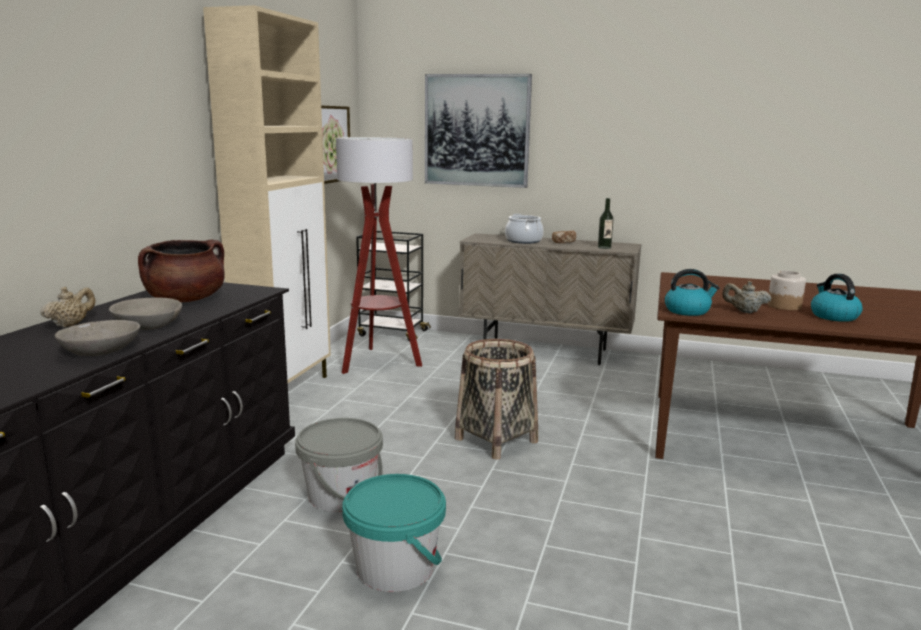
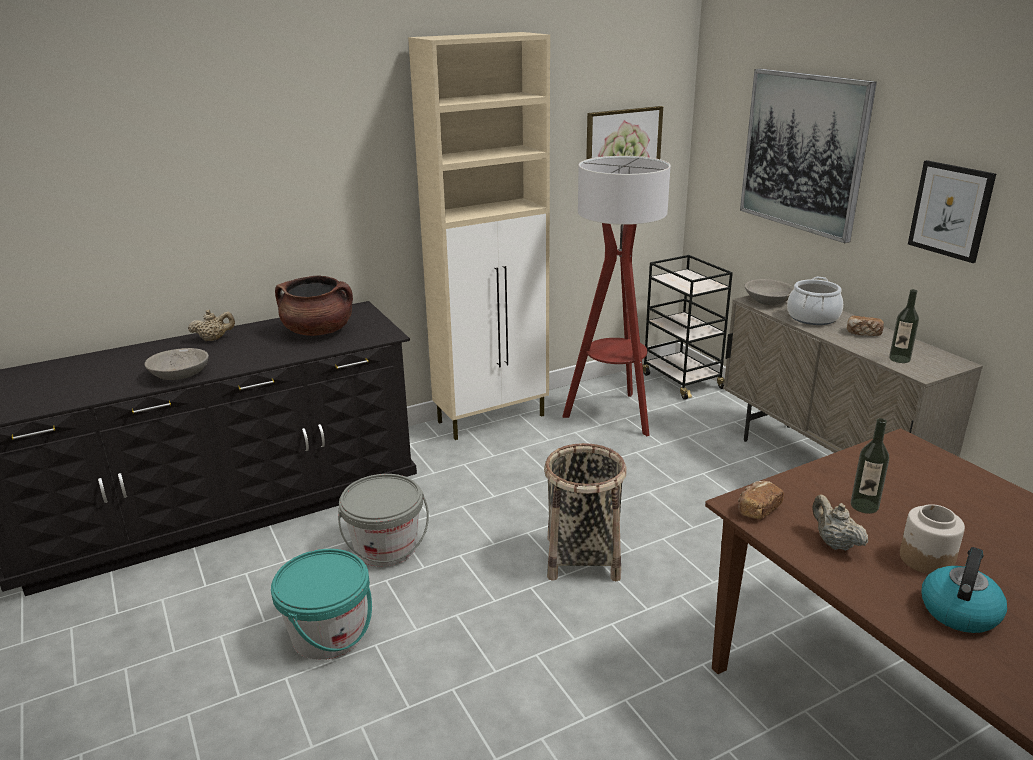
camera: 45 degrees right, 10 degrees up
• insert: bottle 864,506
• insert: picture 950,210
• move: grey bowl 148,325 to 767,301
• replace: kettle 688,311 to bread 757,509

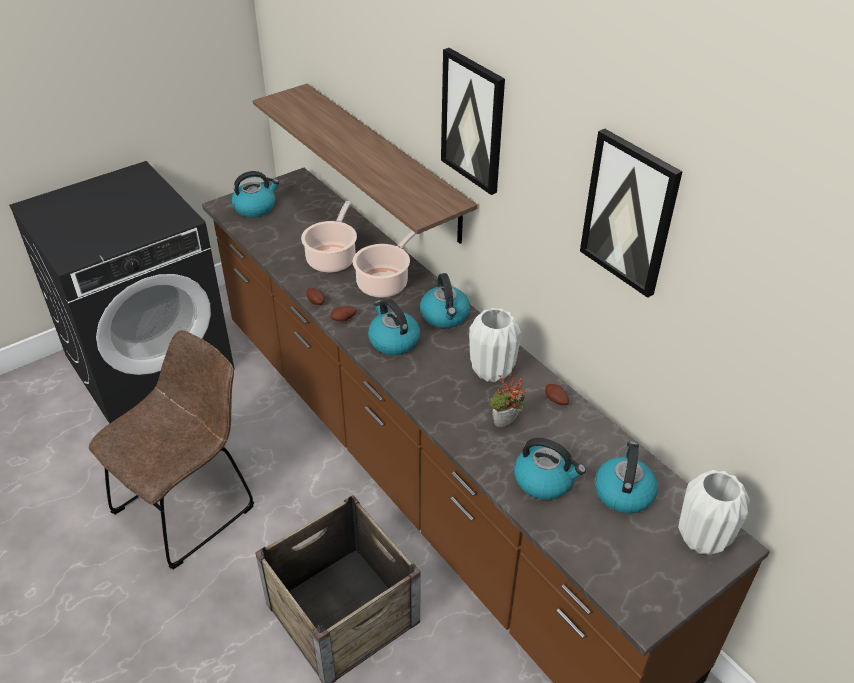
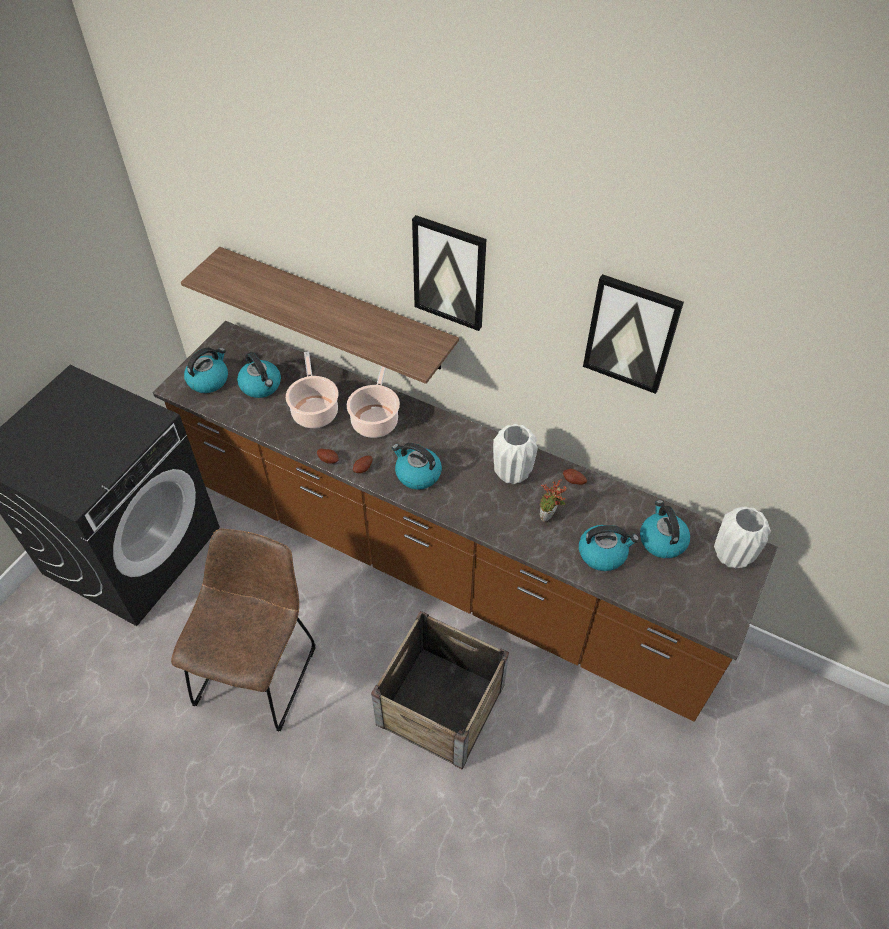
camera: 25 degrees left, 10 degrees up
• move: kettle 445,316 to 261,386

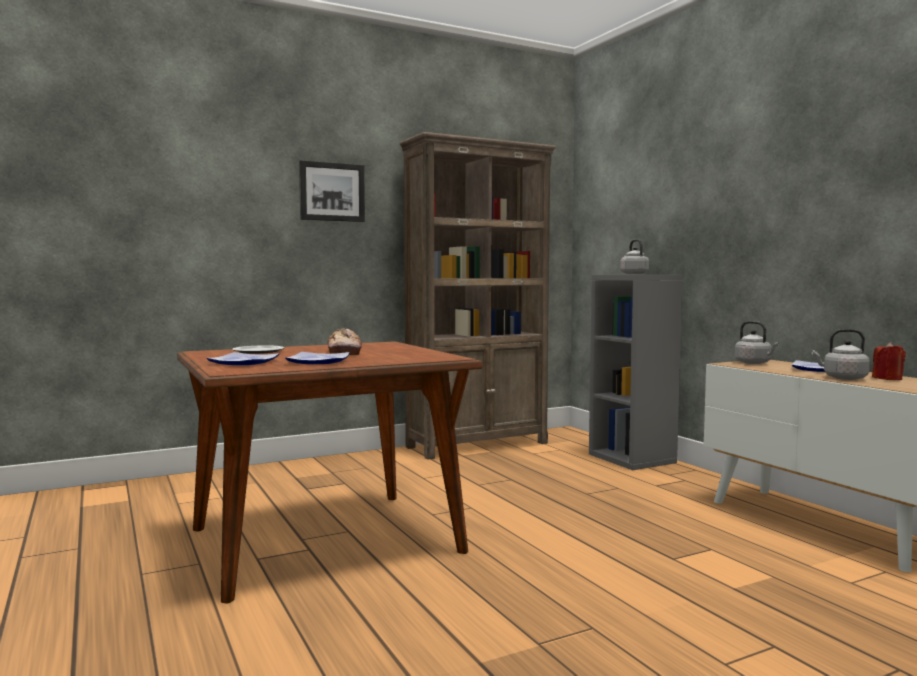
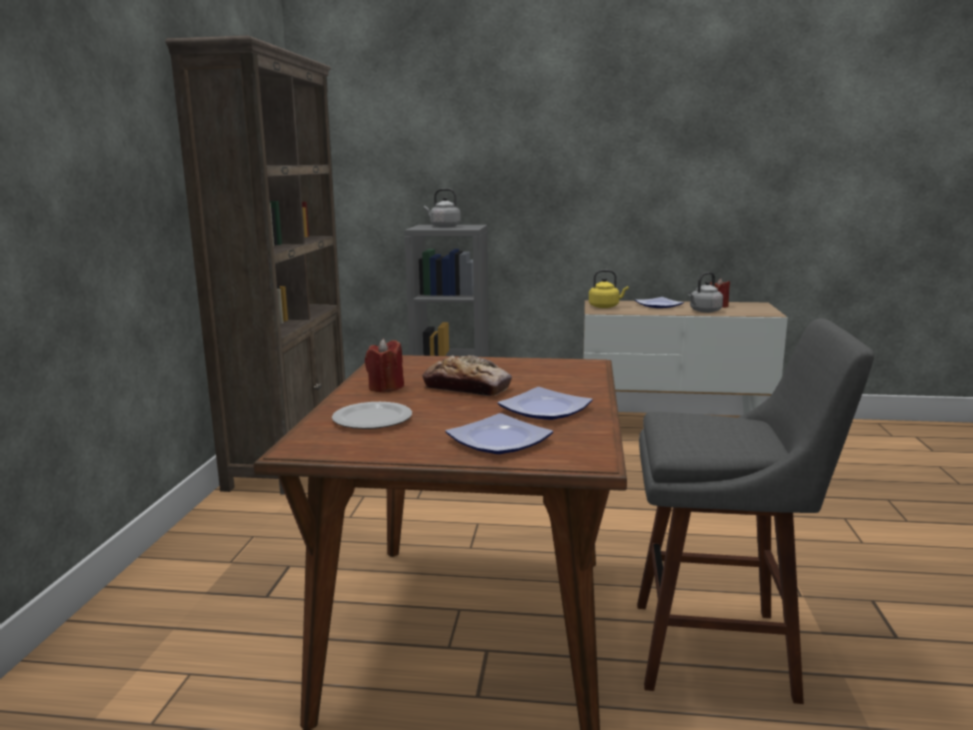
camera: 55 degrees left, 10 degrees up
• delete: picture 331,192
• insert: red candle 385,388
• insert: grey stool 723,650
• recolor: grey kettle 754,363 to yellow kettle 605,307

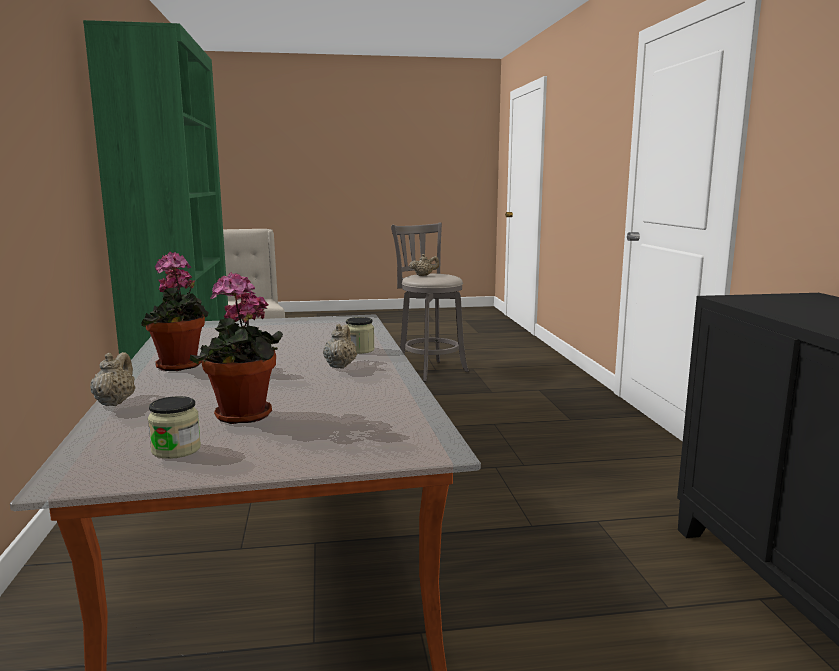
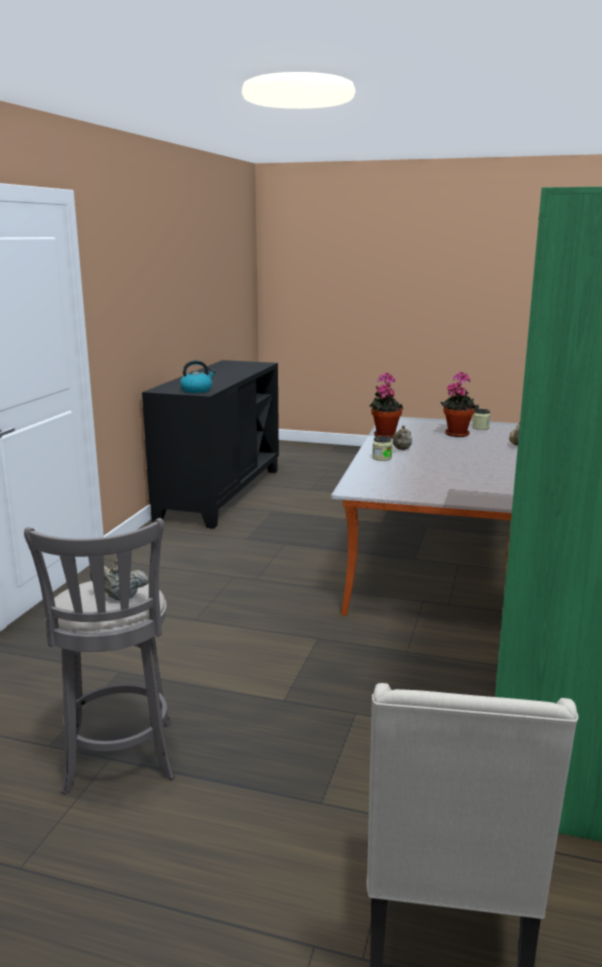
camera: 155 degrees left, 5 degrees up
• insert: kettle 197,390
• move: potted plant 180,366 to 384,435

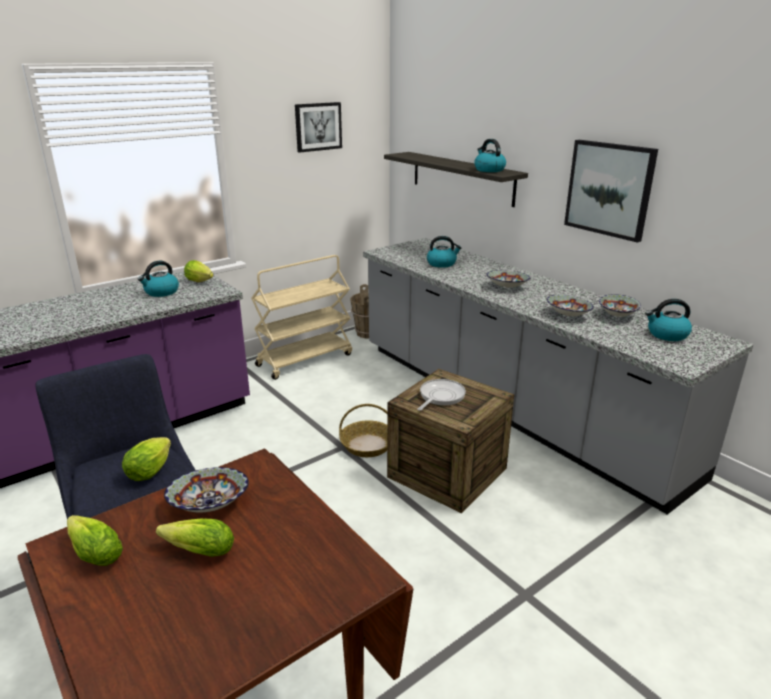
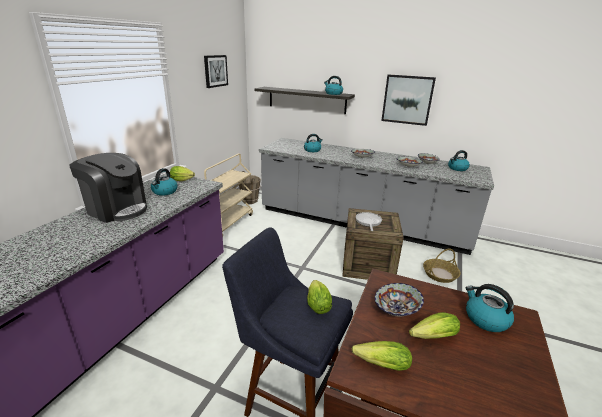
camera: 30 degrees left, 0 degrees up
• insert: coffee machine 117,209
• insert: kettle 485,319
• move: basket 368,445 to 440,274

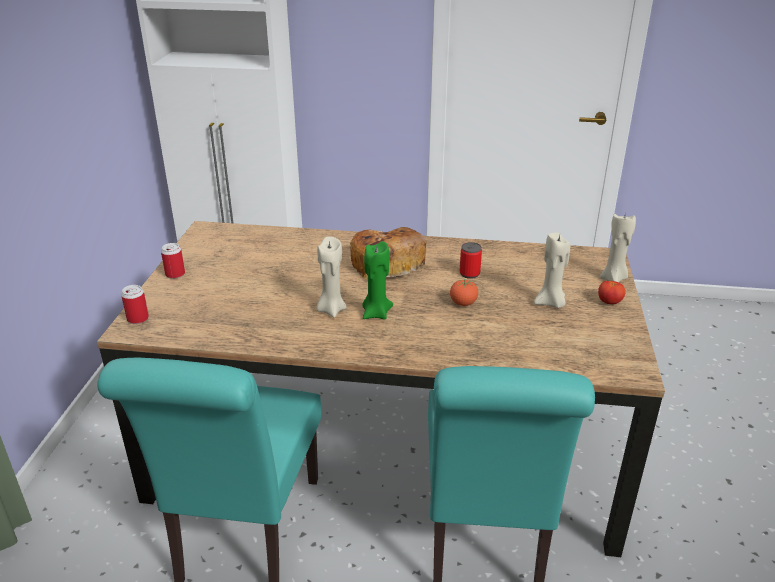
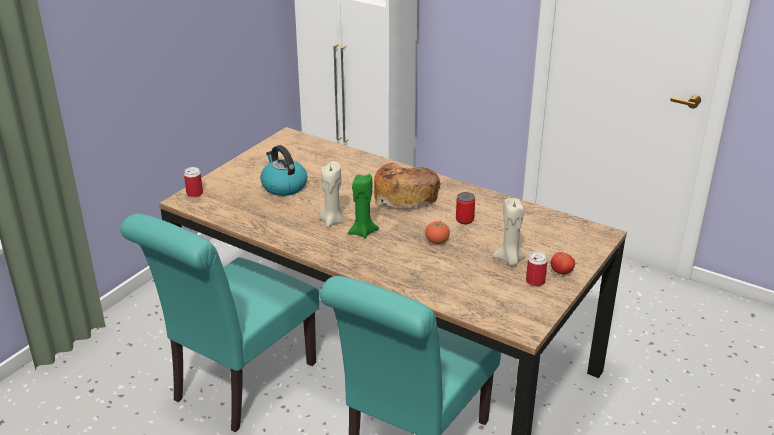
camera: 25 degrees right, 0 degrees up
• delete: beige candle 614,279
• insert: kettle 283,186
• move: can 175,274 to 535,281

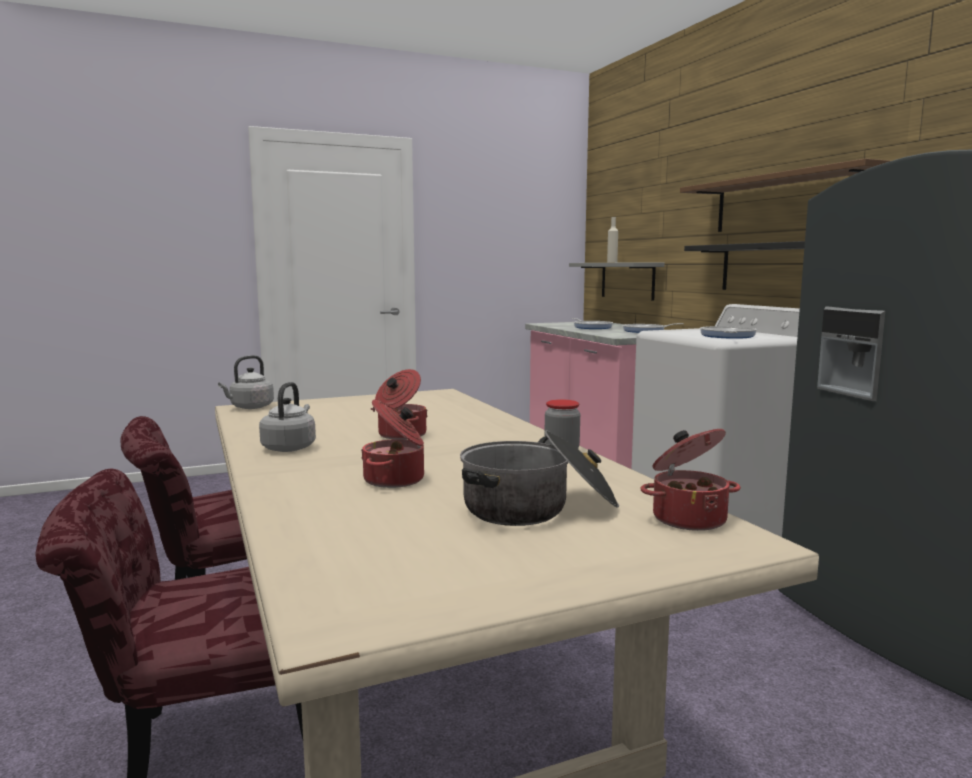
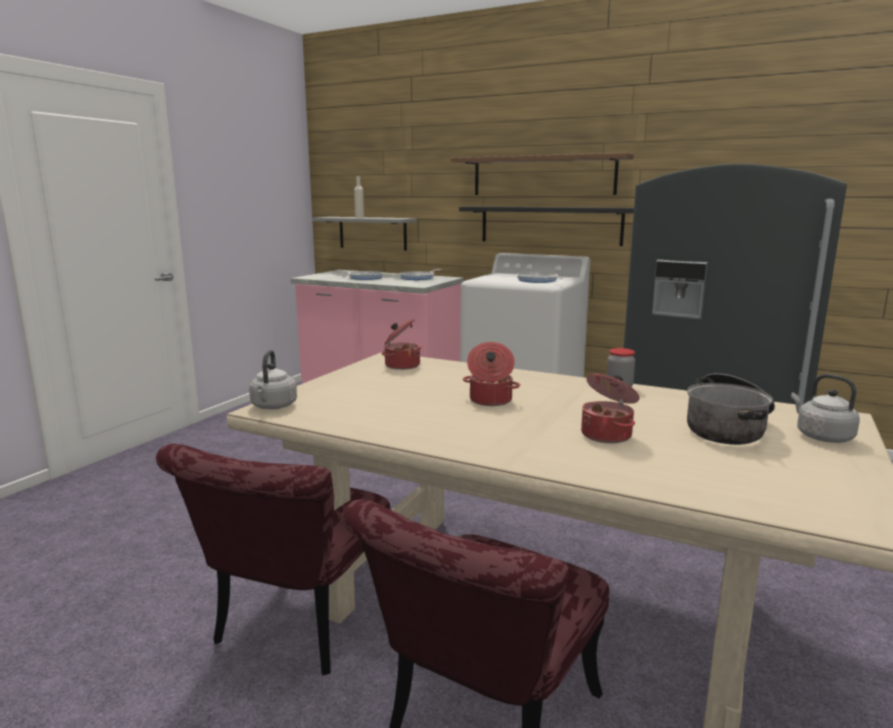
camera: 40 degrees left, 5 degrees up
• move: grey kettle 290,447 to 821,436
• move: cooking pot 688,518 to 401,365

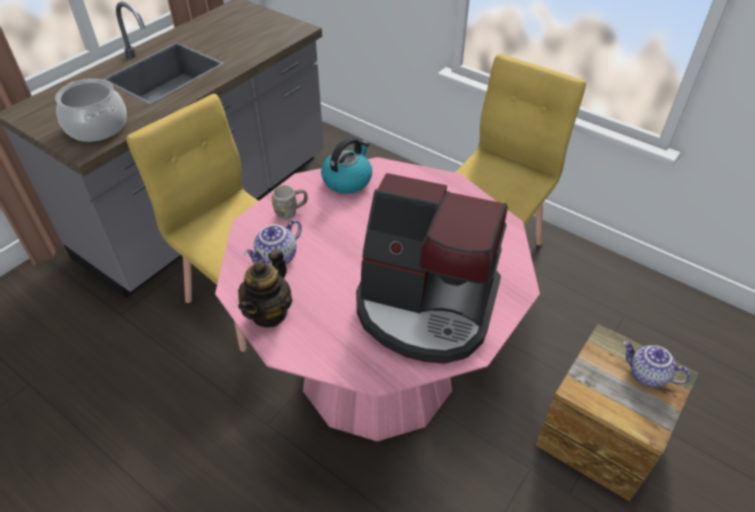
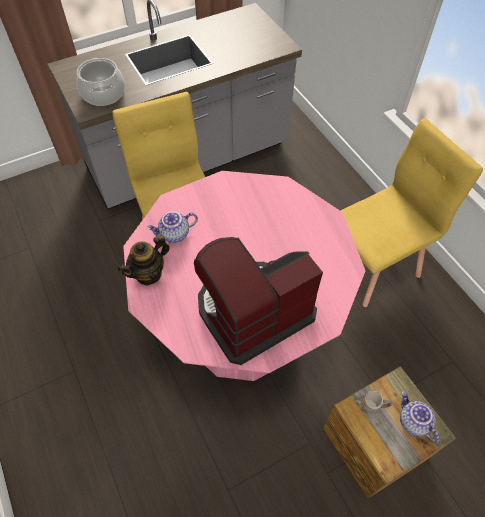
camera: 25 degrees right, 10 degrees up
• delete: kettle 347,180
• move: grey mug 291,211 to 373,407
• rotate: coffee machine 426,307 = 252,311 105 degrees clockwise

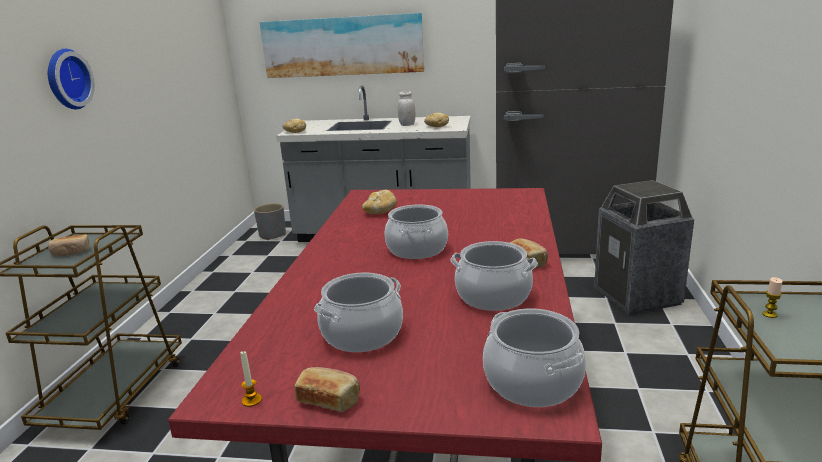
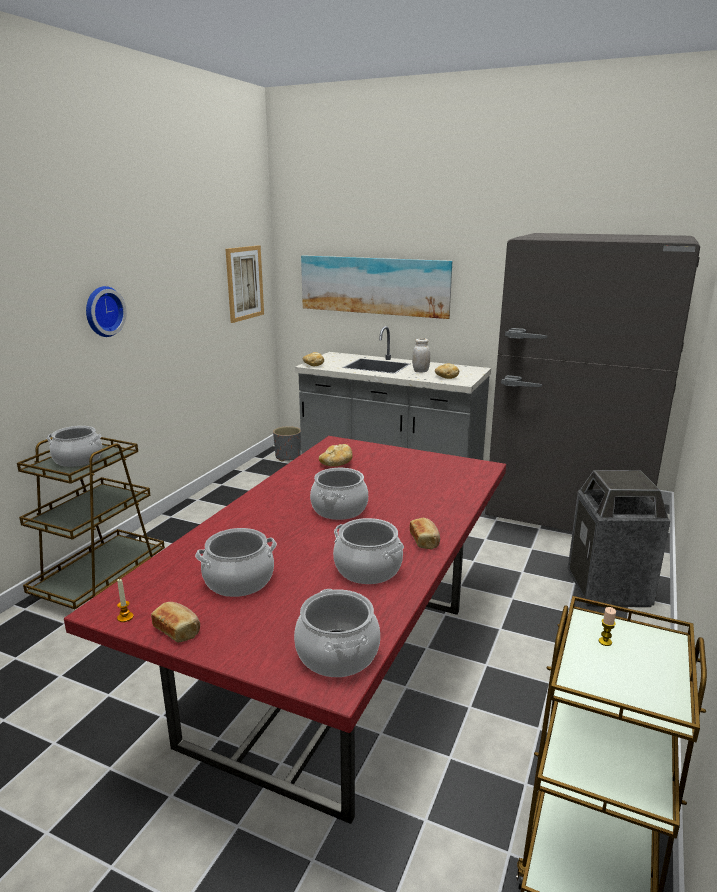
camera: 15 degrees right, 0 degrees up
• insert: picture 244,283
• replace: bread 71,252 to cooking pot 78,460

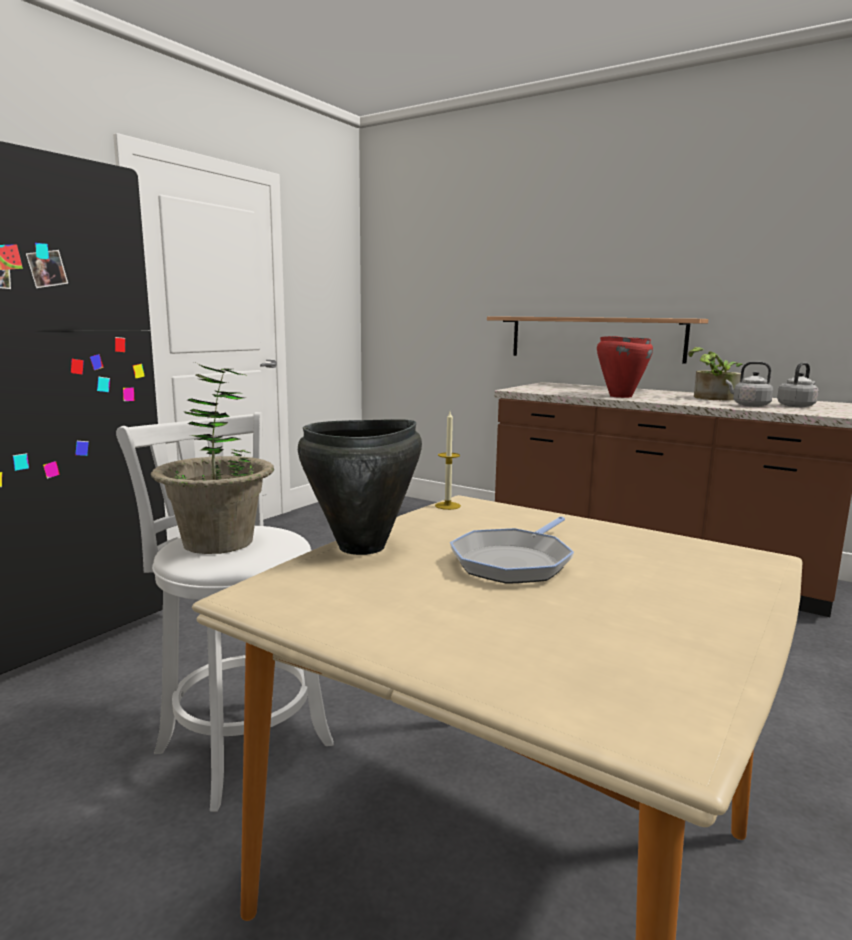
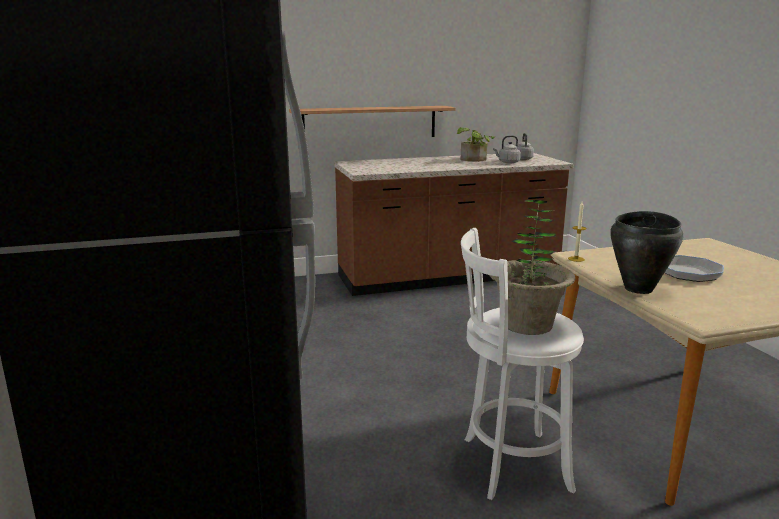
camera: 50 degrees left, 5 degrees up
• delete: red cooking pot 620,396

